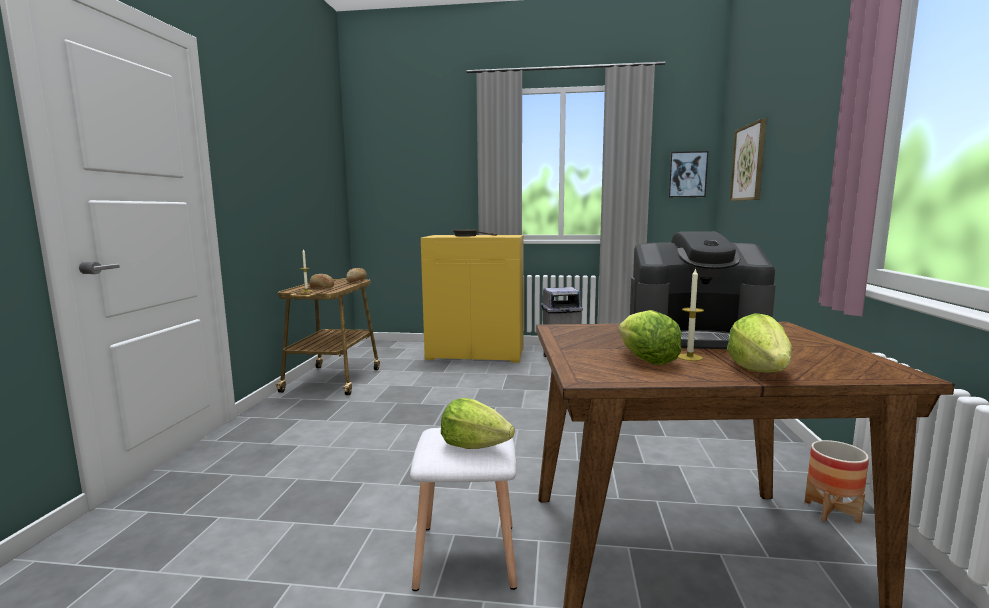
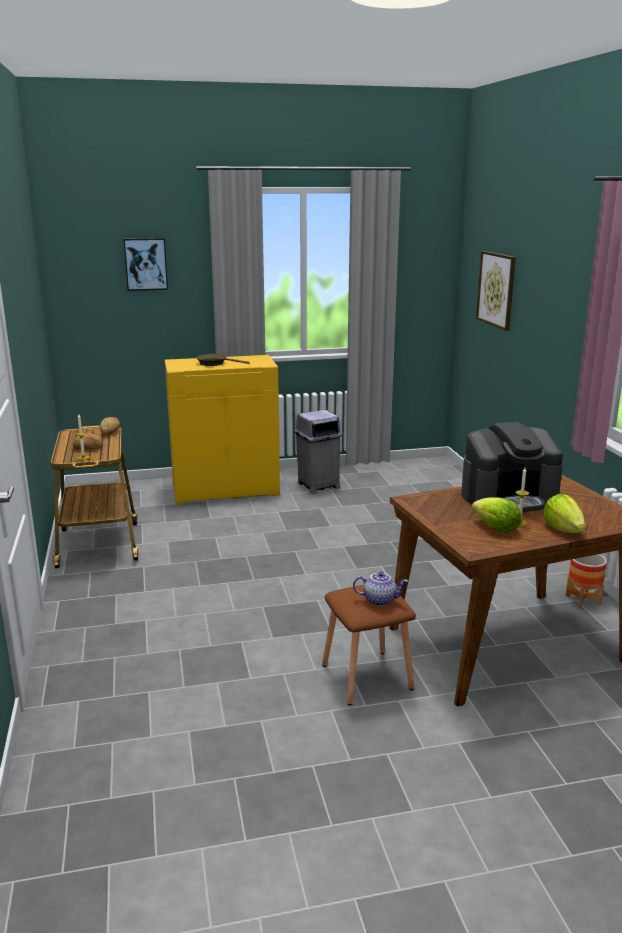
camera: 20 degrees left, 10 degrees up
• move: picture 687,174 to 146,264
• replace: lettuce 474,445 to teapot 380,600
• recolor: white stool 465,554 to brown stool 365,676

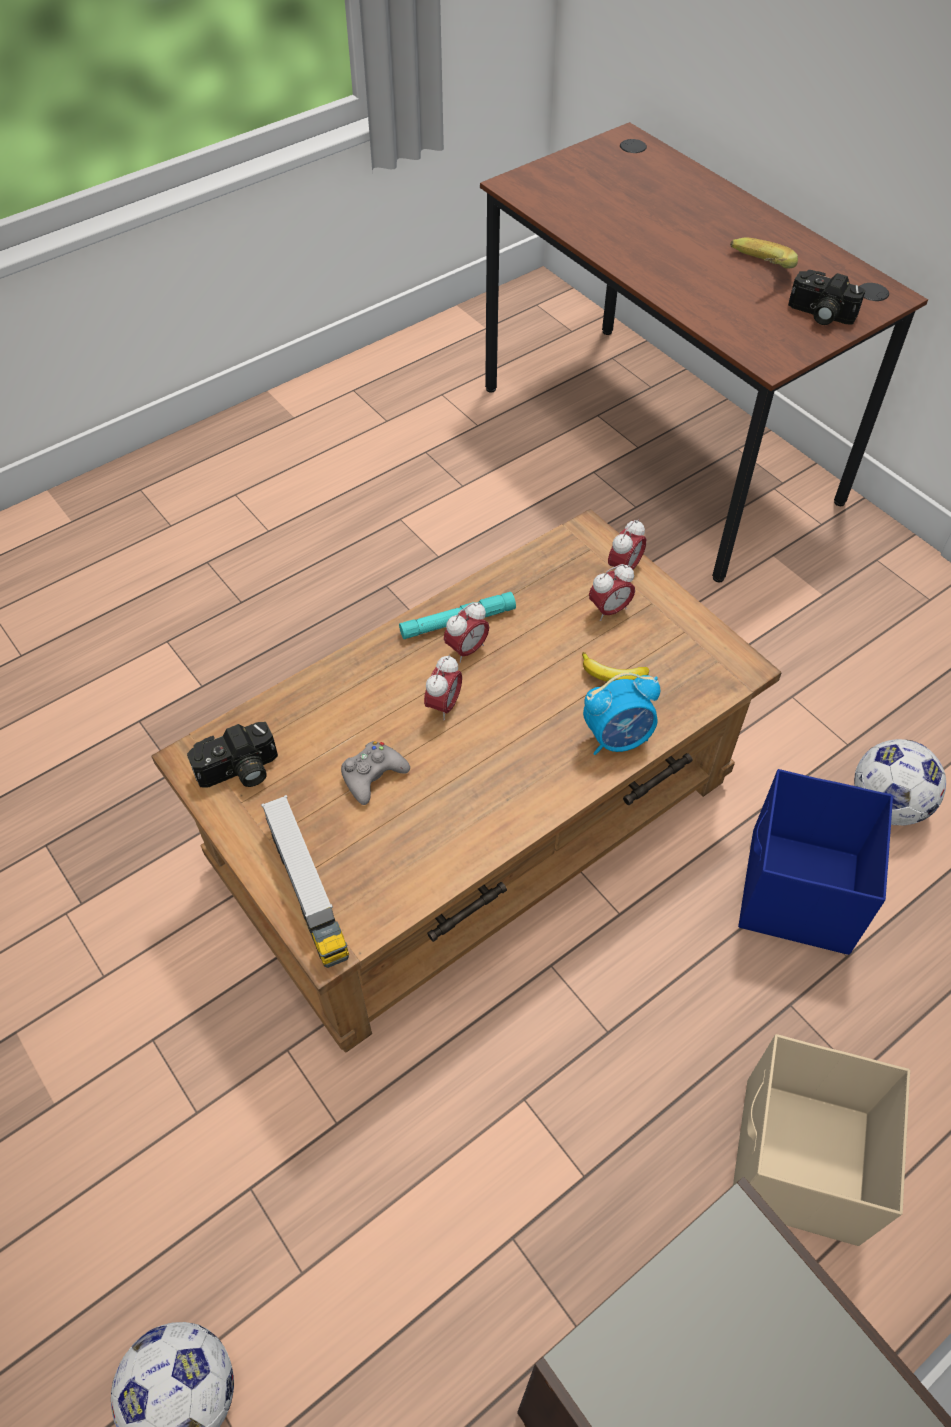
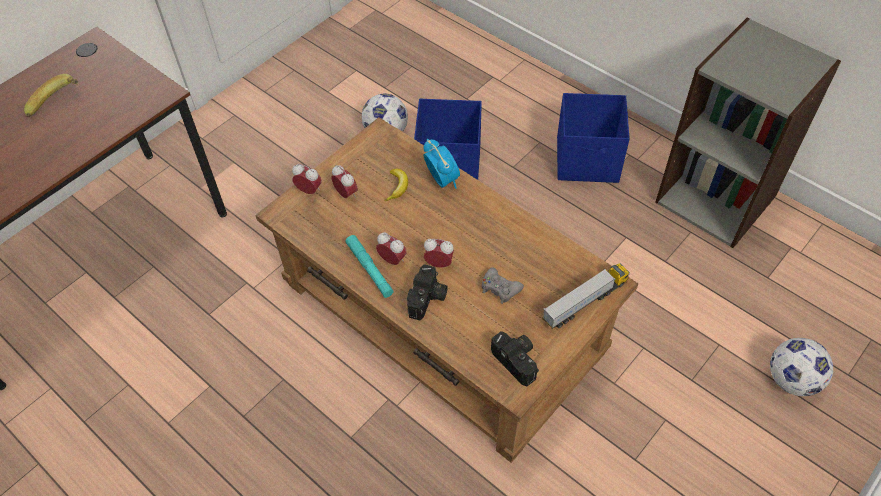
camera: 100 degrees left, 0 degrees up
• move: photo camera 819,314 to 428,299
• recolor: beige storage box 798,1162 to blue storage box 588,161

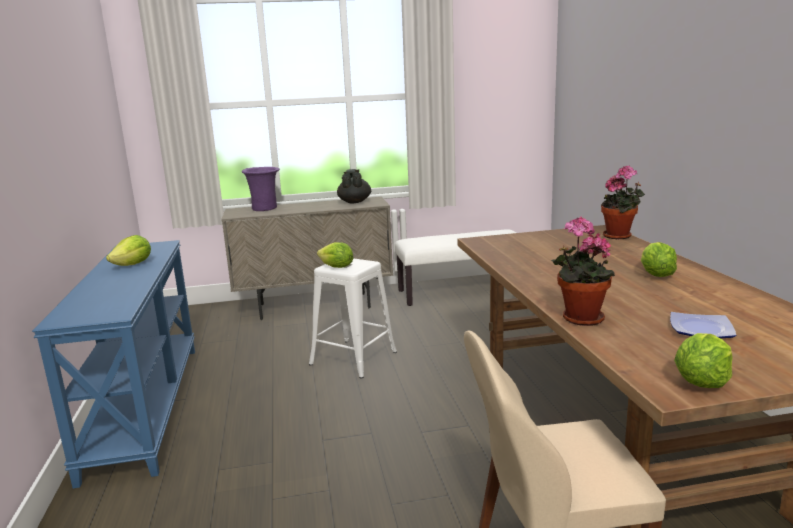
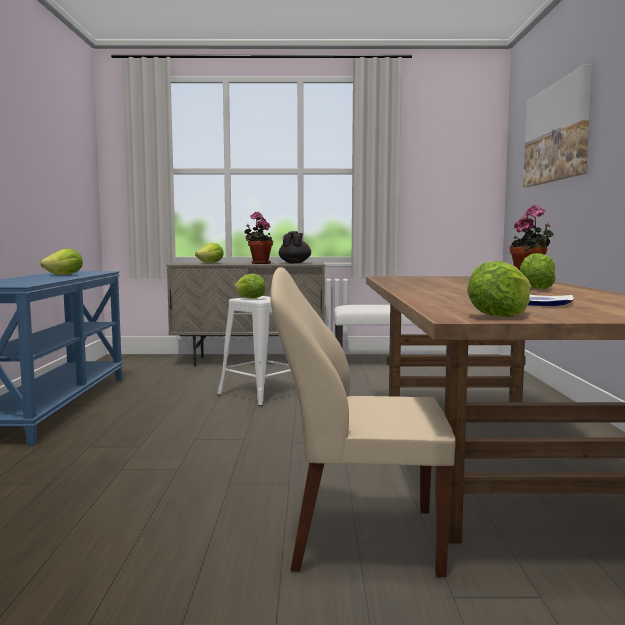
camera: 10 degrees right, 10 degrees down
• insert: picture 557,133
• move: potted plant 579,319 to 259,263
• replace: purple vase 265,209 to lettuce 211,263

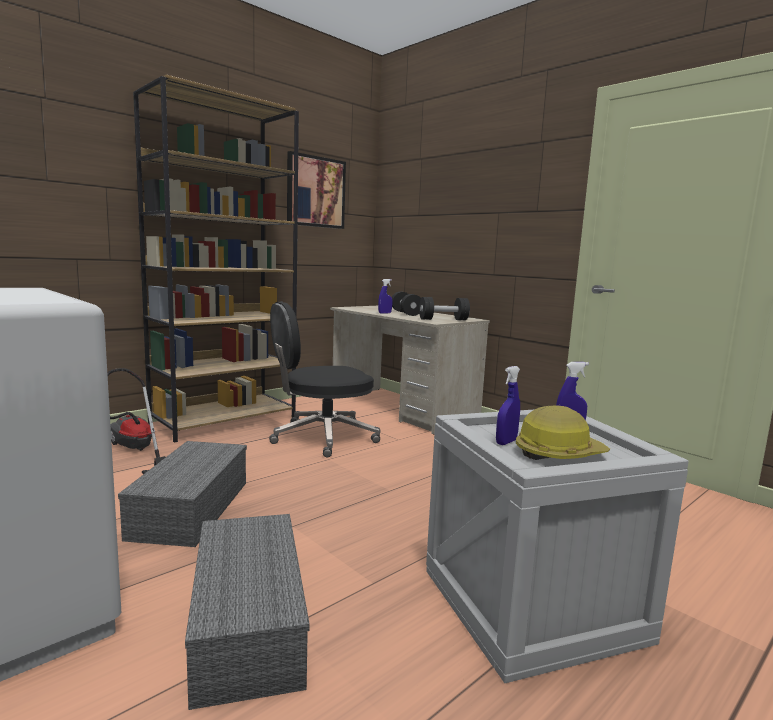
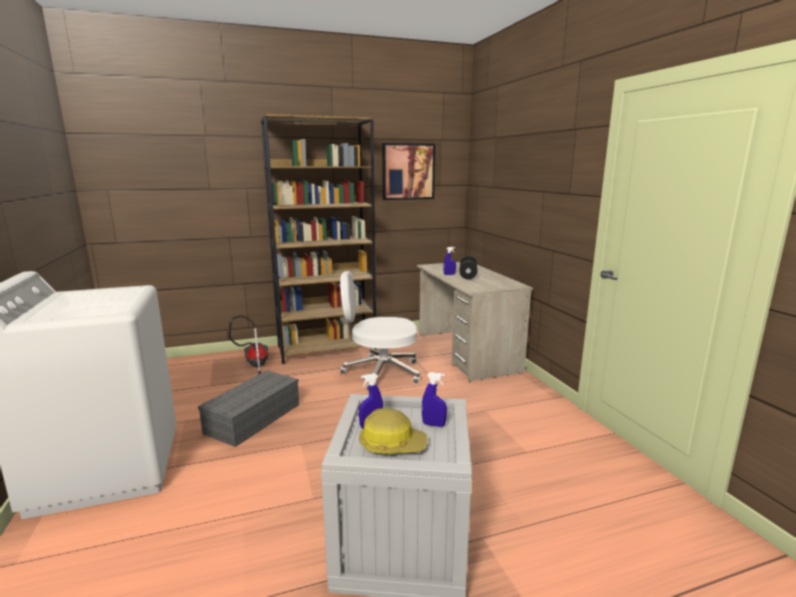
camera: 25 degrees right, 5 degrees up
• delete: grey storage box 245,621
• delete: black dumbbell 443,319
• recolor: black office chair 322,437 to white office chair 380,373

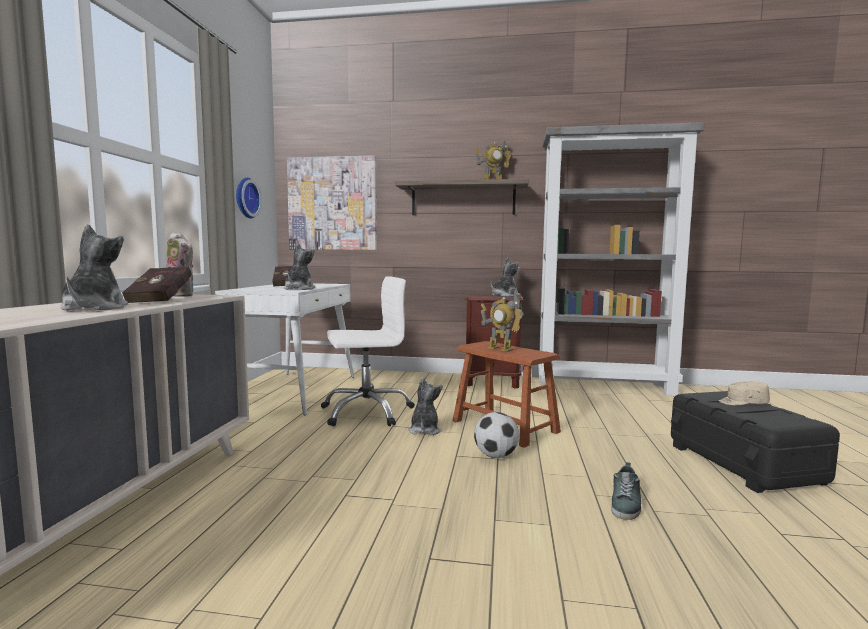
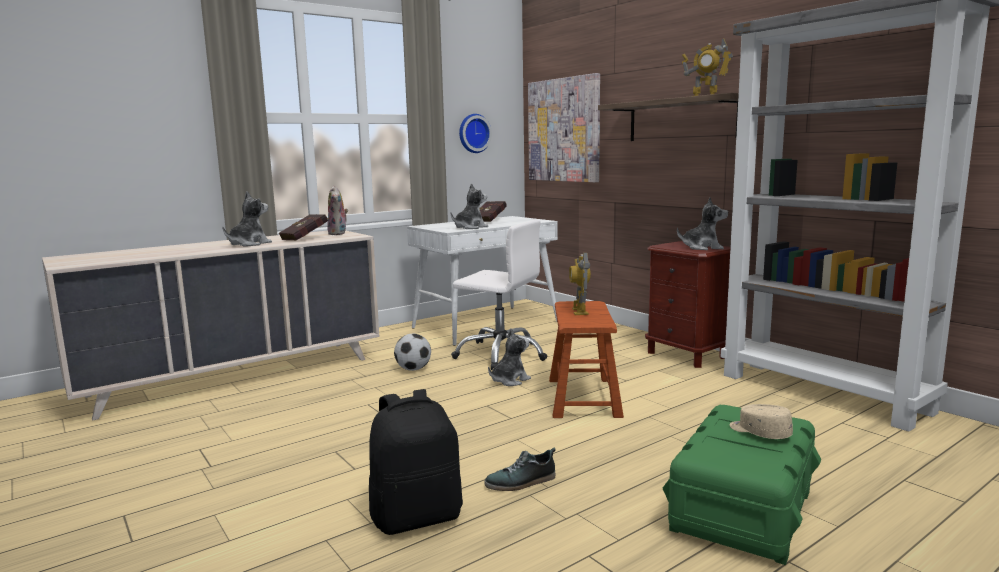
camera: 45 degrees right, 5 degrees up
• insert: black backpack 417,517
• move: football 495,456 to 413,369
• recolor: black storage box 743,463 to green storage box 743,510

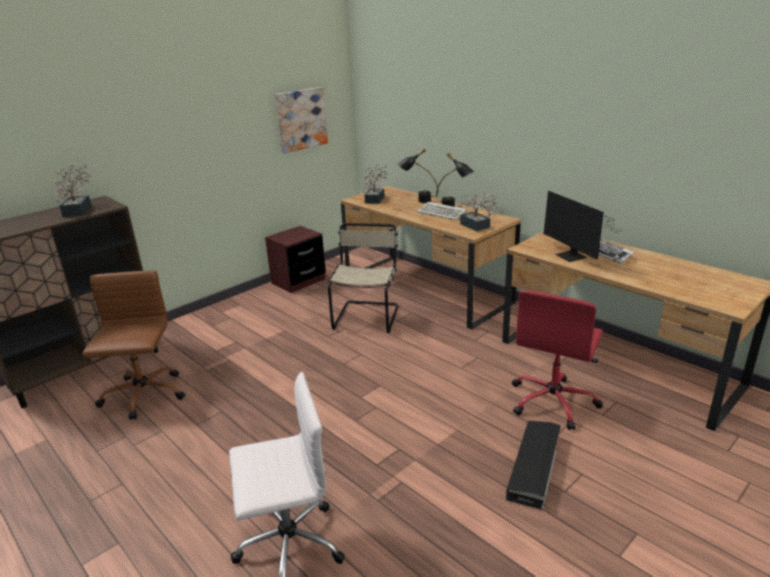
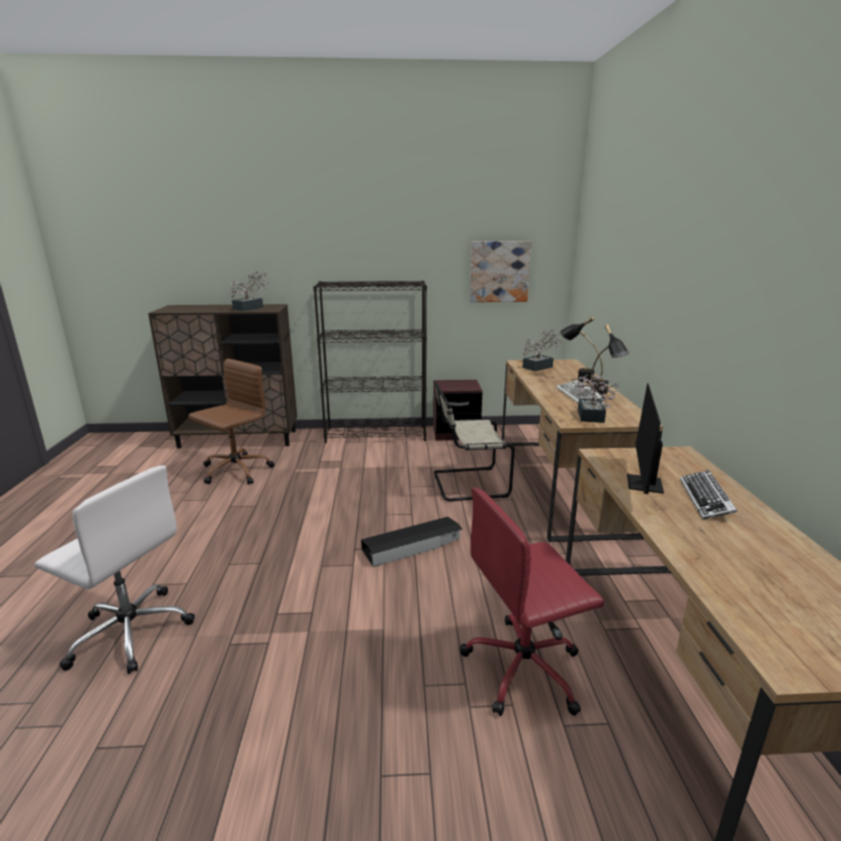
camera: 40 degrees right, 5 degrees down
• insert: black bookcase 376,434
• move: black storage box 534,467 to 413,545
• rotate: beige chair 367,316 = 467,484 150 degrees counterclockwise

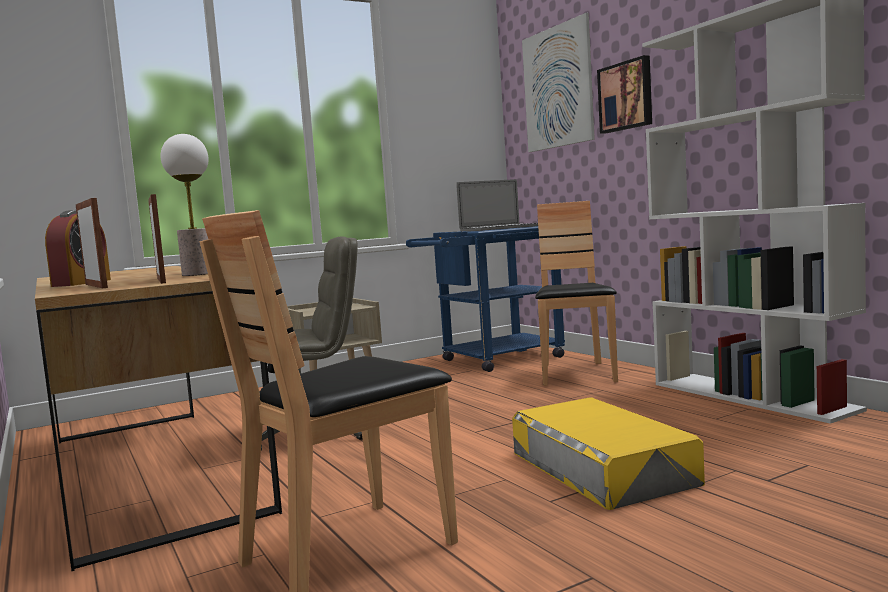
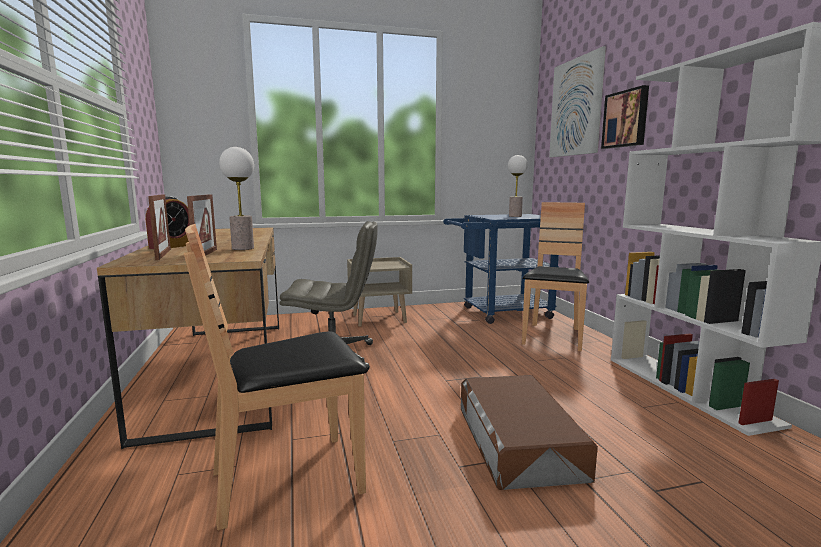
camera: 15 degrees right, 5 degrees up
• replace: laptop 500,228 to table lamp 515,216
• recolor: yellow storage box 602,468 to brown storage box 519,441

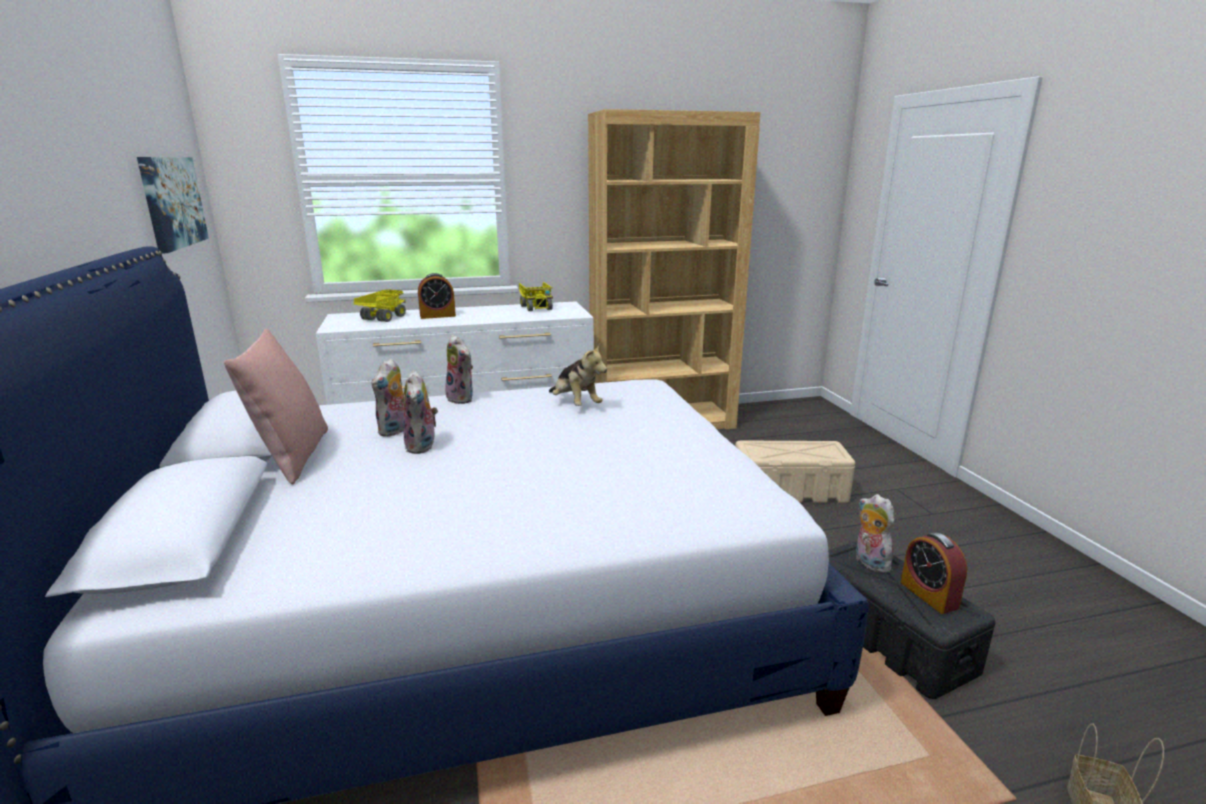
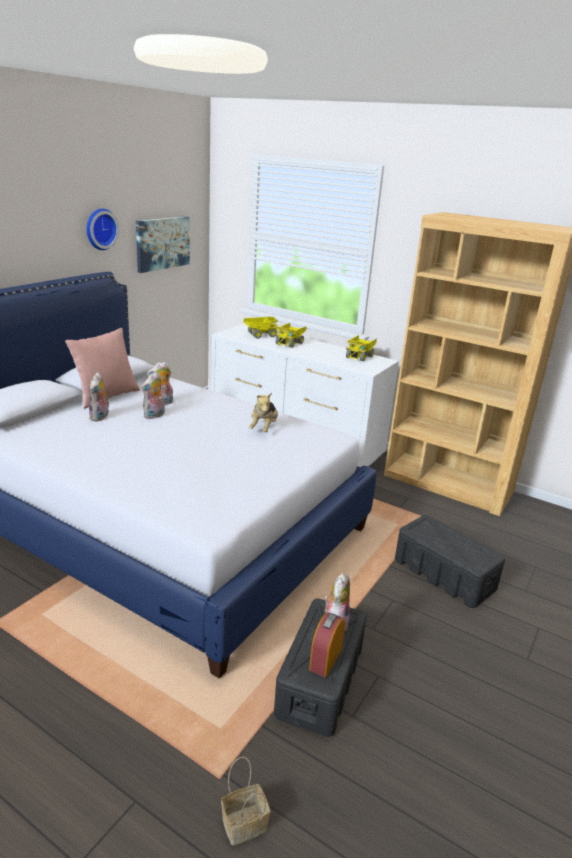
camera: 45 degrees right, 5 degrees up
• insert: wall clock 100,229
• move: plush toy 462,398 to 100,417
• replace: alarm clock 437,316 to toy truck 290,343
• recolor: beige storage box 790,491 to black storage box 444,575

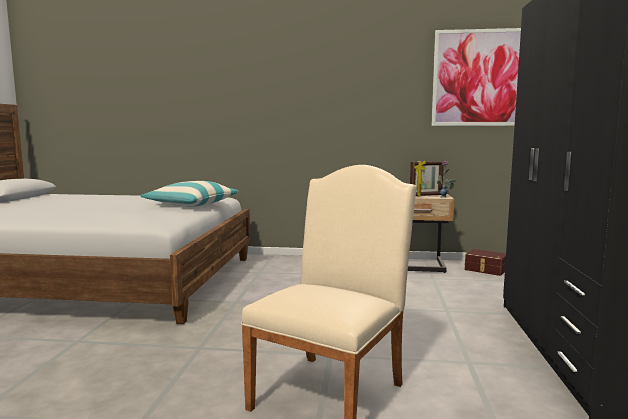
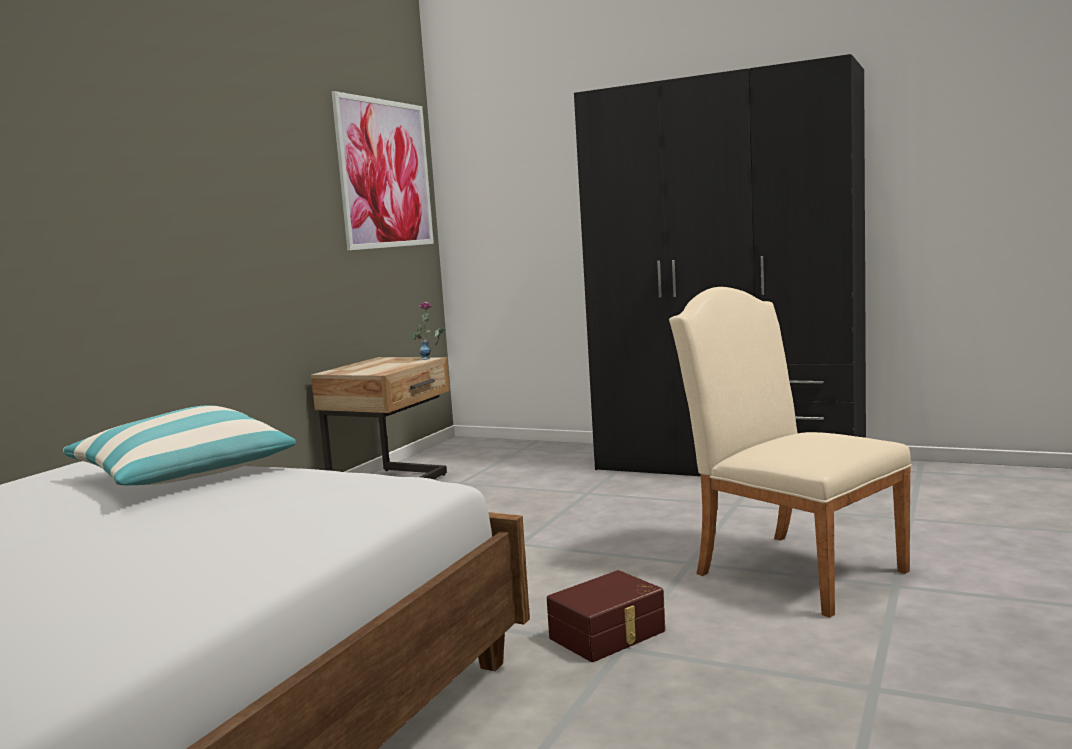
camera: 70 degrees left, 0 degrees up
• delete: picture frame 426,195
• move: brown storage box 485,270 to 609,635

